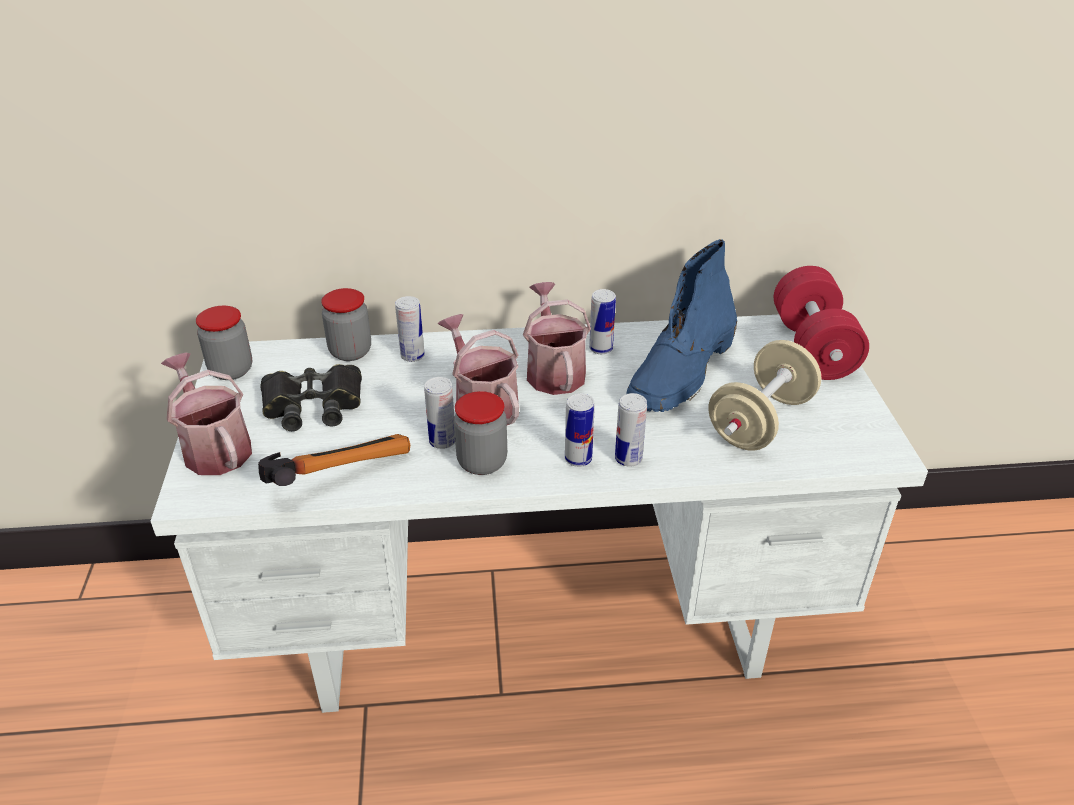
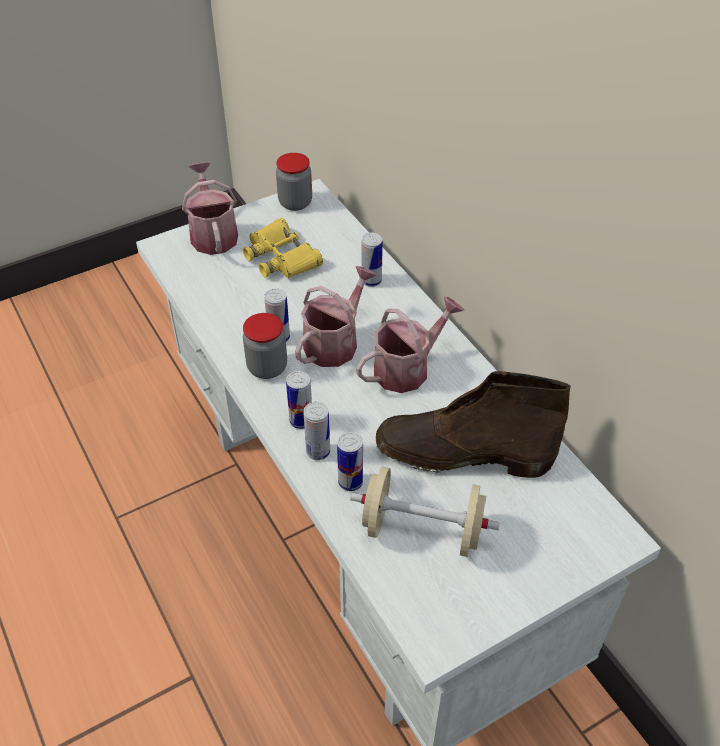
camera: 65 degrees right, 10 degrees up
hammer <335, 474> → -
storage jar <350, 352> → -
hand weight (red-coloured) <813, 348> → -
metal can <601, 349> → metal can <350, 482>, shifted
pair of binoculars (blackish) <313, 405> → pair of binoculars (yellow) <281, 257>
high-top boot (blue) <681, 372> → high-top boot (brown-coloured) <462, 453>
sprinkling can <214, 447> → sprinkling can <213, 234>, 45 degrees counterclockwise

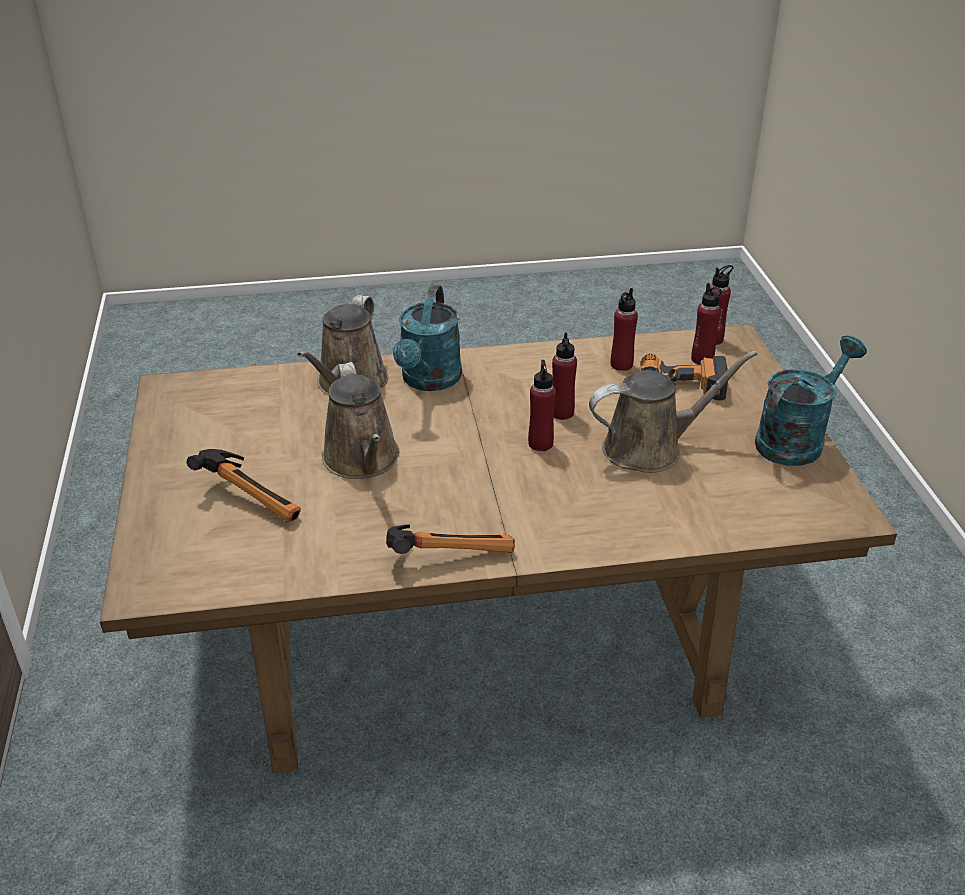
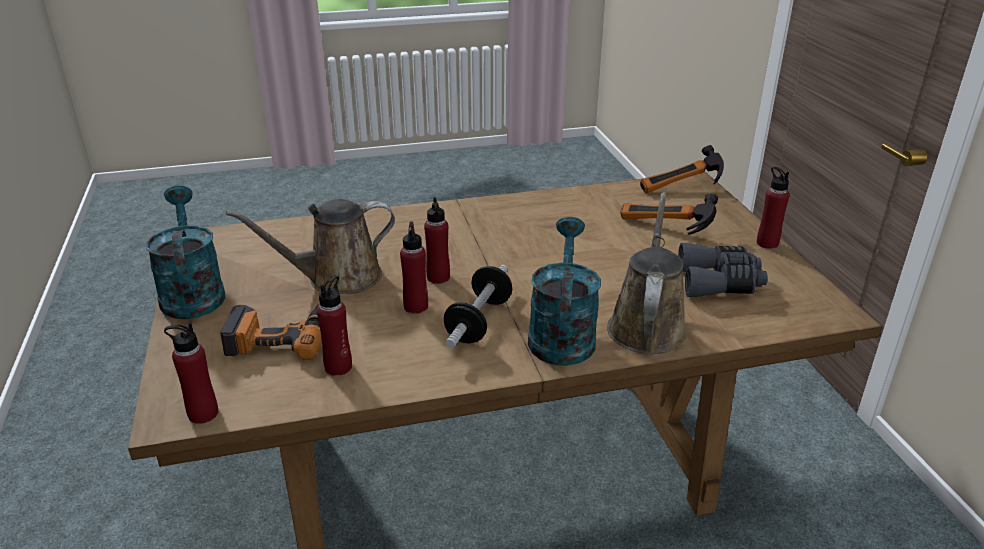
camera: 175 degrees right, 5 degrees down
sprinkling can (brown-coloured) <363, 460> → -
- → hand weight <479, 321>
- → pair of binoculars (grey) <719, 282>
hammer <449, 554> → hammer <682, 189>, shifted
drink bottle (red-coloured) <702, 359> → drink bottle (red-coloured) <767, 243>, shifted
sprinkling can (turquoise-coloured) <796, 439> → sprinkling can (turquoise-coloured) <192, 292>, 120 degrees clockwise

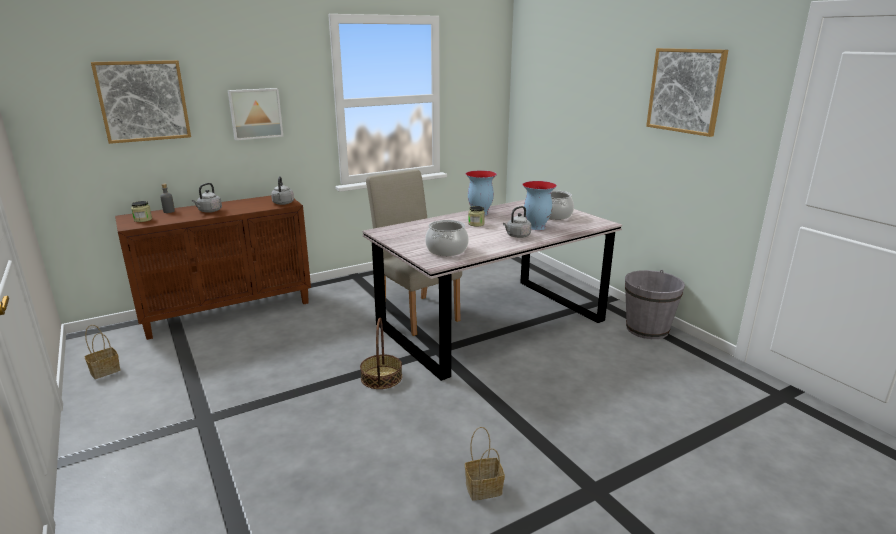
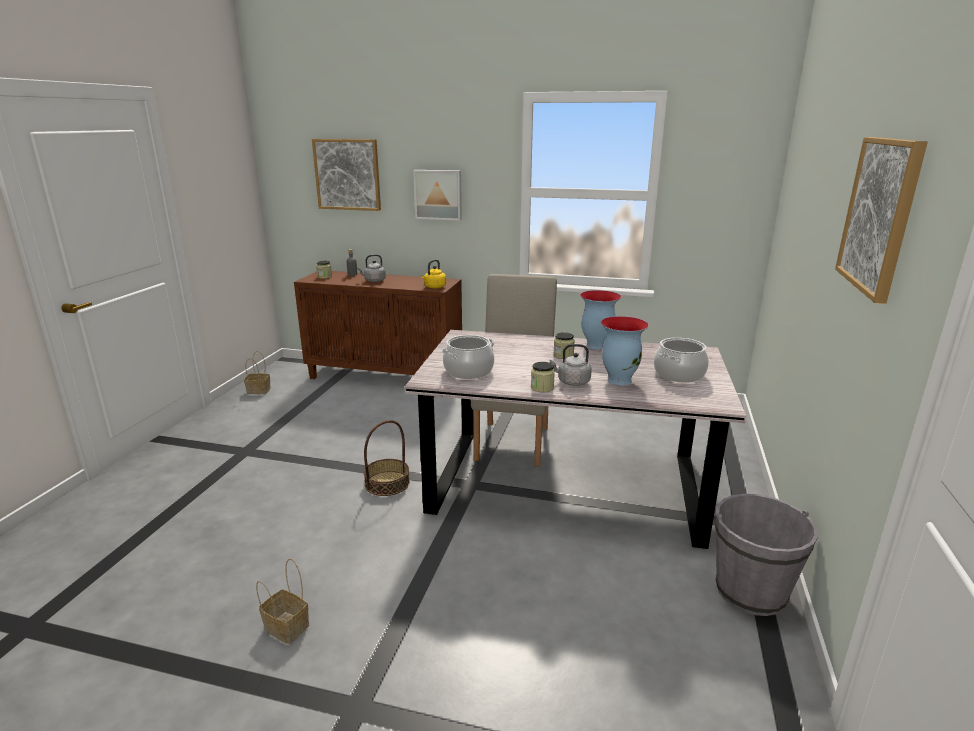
camera: 45 degrees right, 0 degrees up
- → storage jar <542, 388>
tea kettle (grey) <283, 203> → tea kettle (yellow) <434, 287>

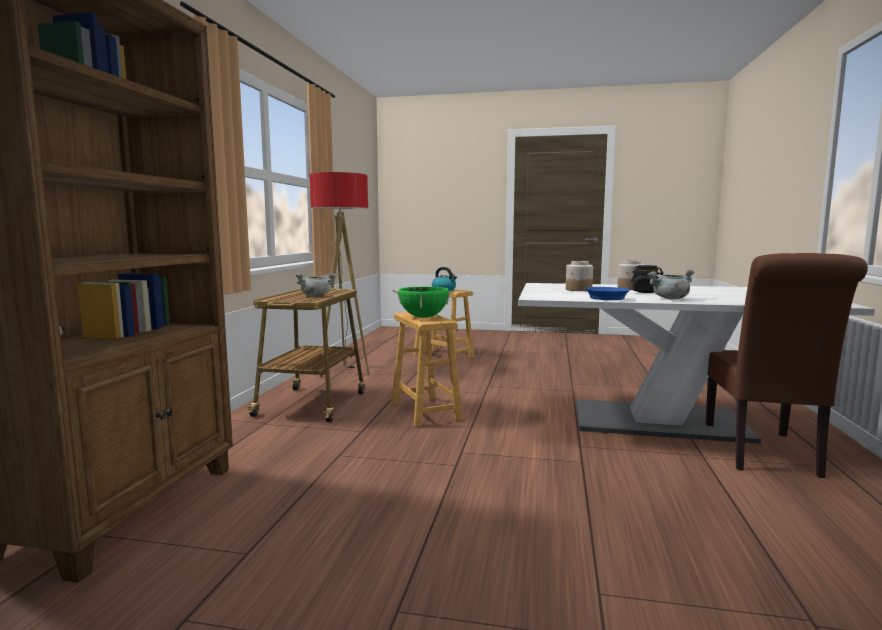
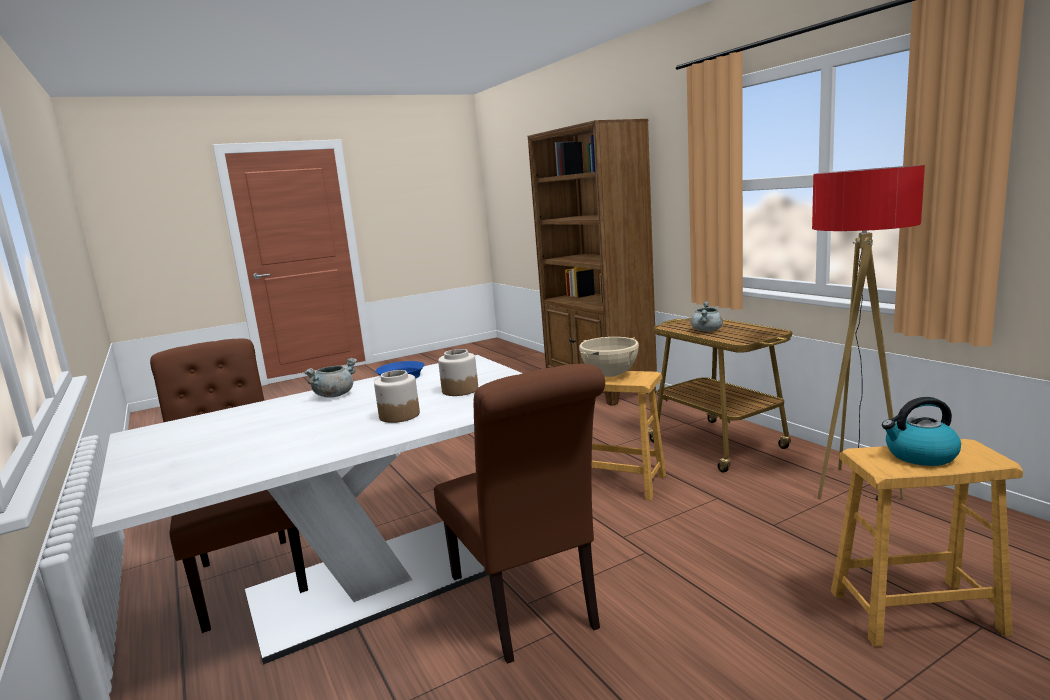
camera: 140 degrees right, 5 degrees up
storage jar (blackish) <646, 292> → -
- → plain chair (brown-coloured) <528, 609>
saucepot (green-coloured) <423, 317> → saucepot (sand-coloured) <610, 375>

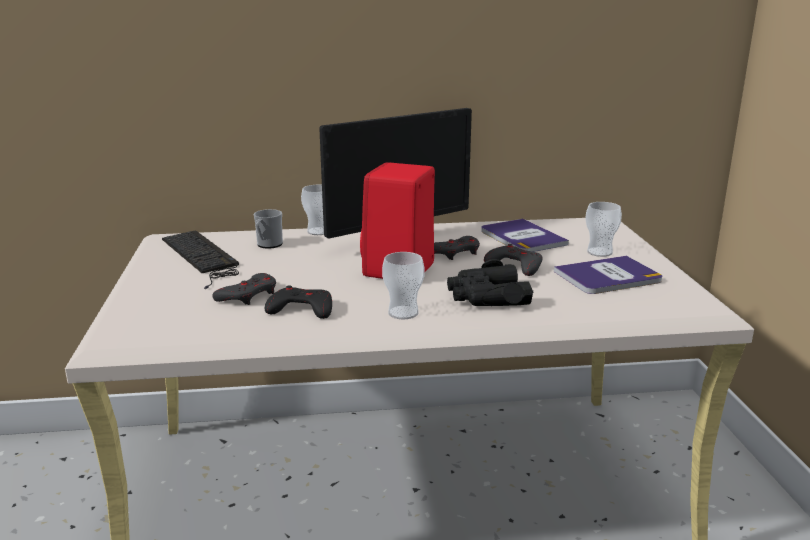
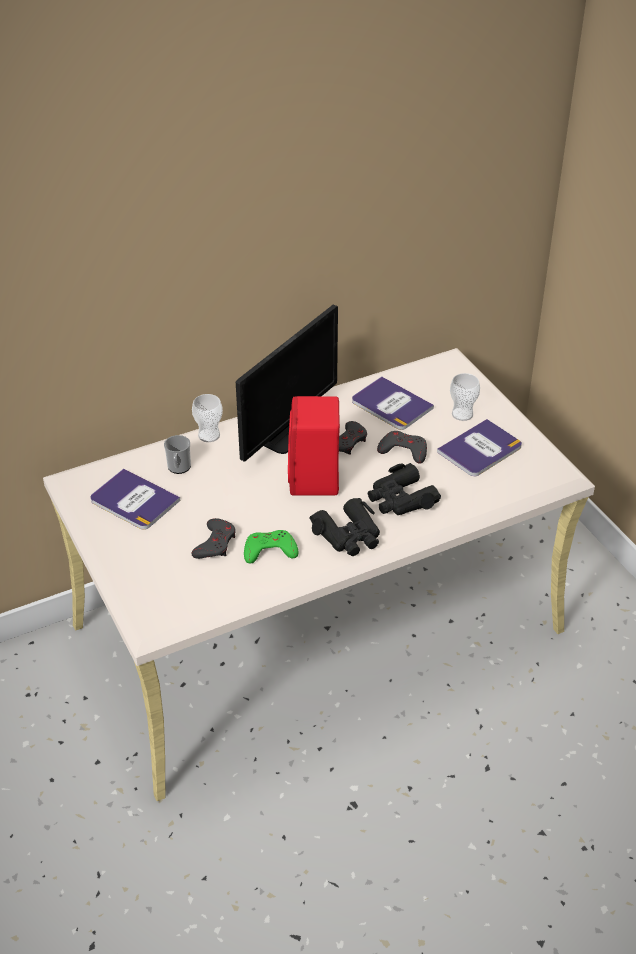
camera: 20 degrees left, 20 degrees up
keyboard <202, 257> → volume <134, 501>
small cup <403, 313> → pair of binoculars (blackish) <349, 535>
game controller (blackish) <301, 309> → game controller (green-coloured) <269, 550>

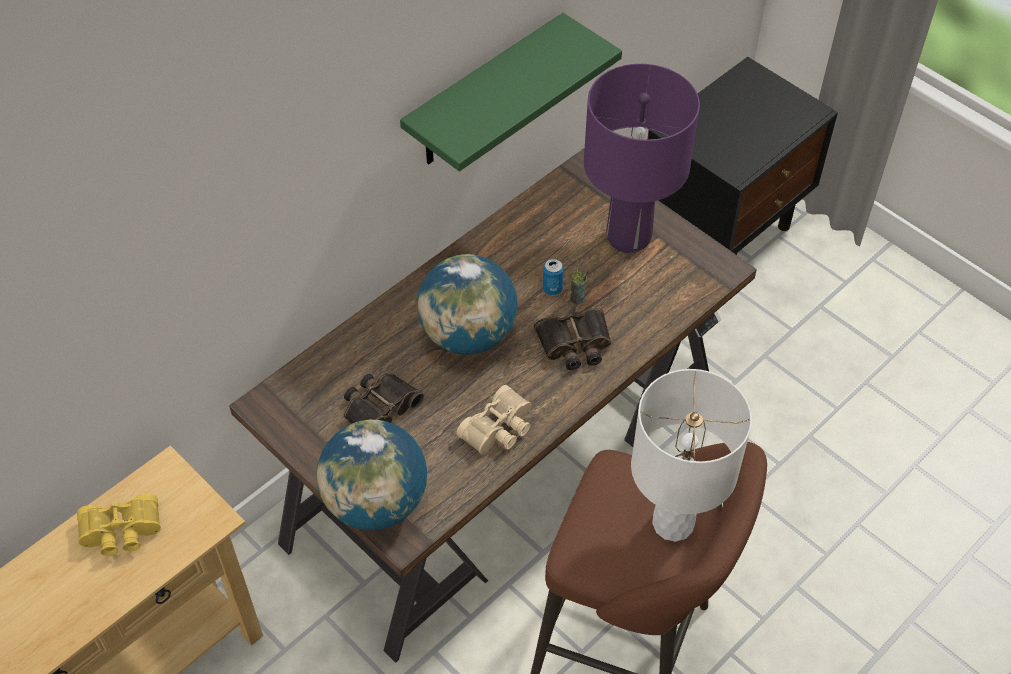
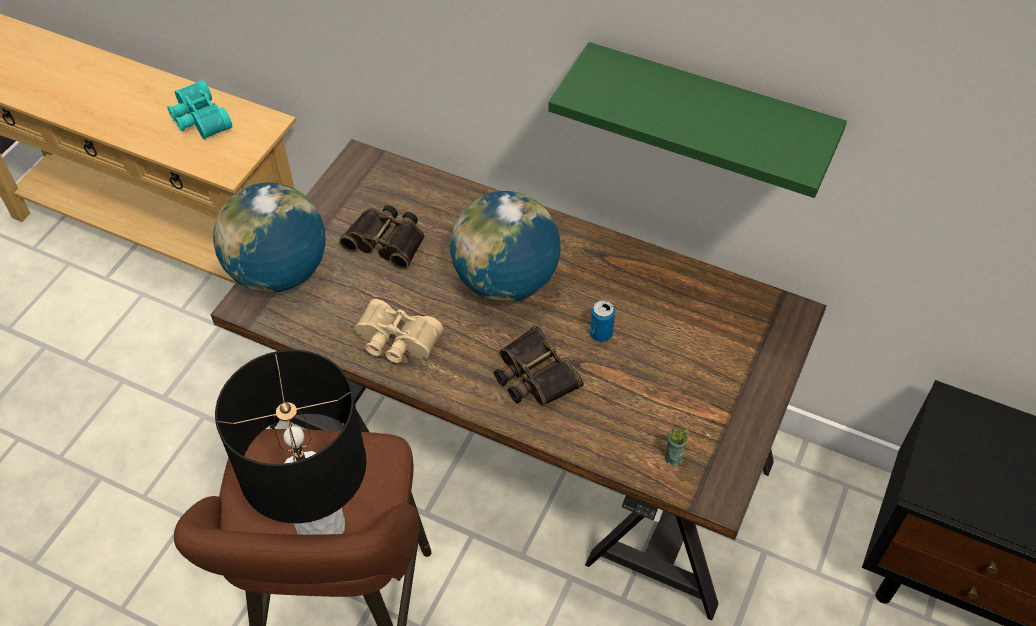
camera: 70 degrees right, 0 degrees up
table lamp (purple) <629, 237> → -
small cup <577, 299> → small cup <673, 458>, shifted
pair of binoculars (yellow) <122, 533> → pair of binoculars (turquoise-coloured) <198, 120>
table lamp (whitish) <673, 524> → table lamp (blackish) <320, 527>

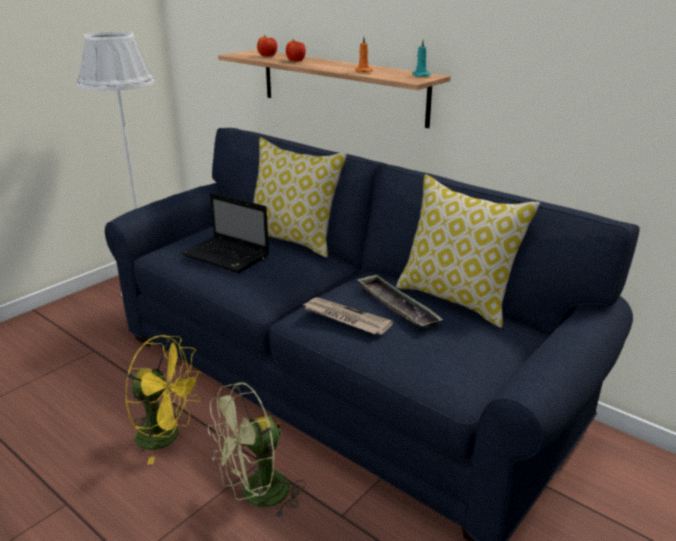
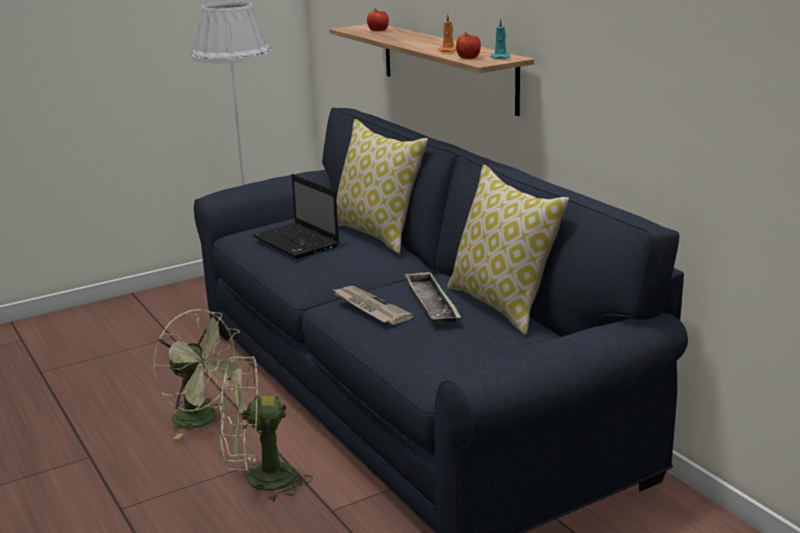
camera: 20 degrees right, 5 degrees down
apple fruit <296, 60> → apple fruit <468, 58>, shifted
fan (yellow) <167, 437> → fan (green-coloured) <203, 420>

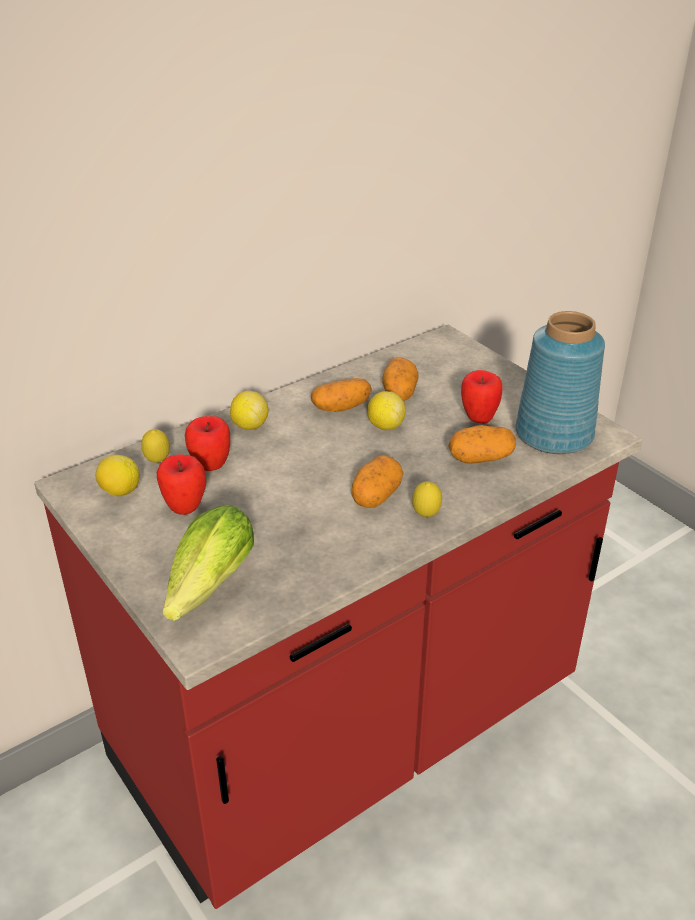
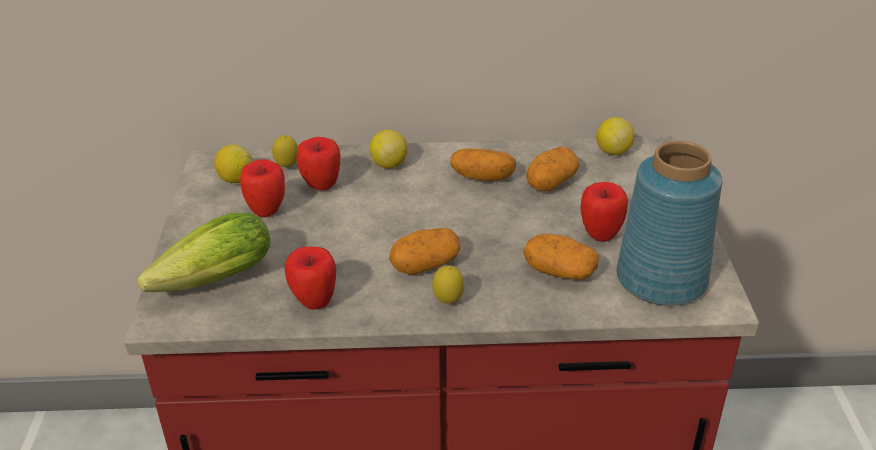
camera: 35 degrees right, 0 degrees up
- → apple fruit <314, 302>
whole lemon <385, 425> → whole lemon <613, 151>, shifted

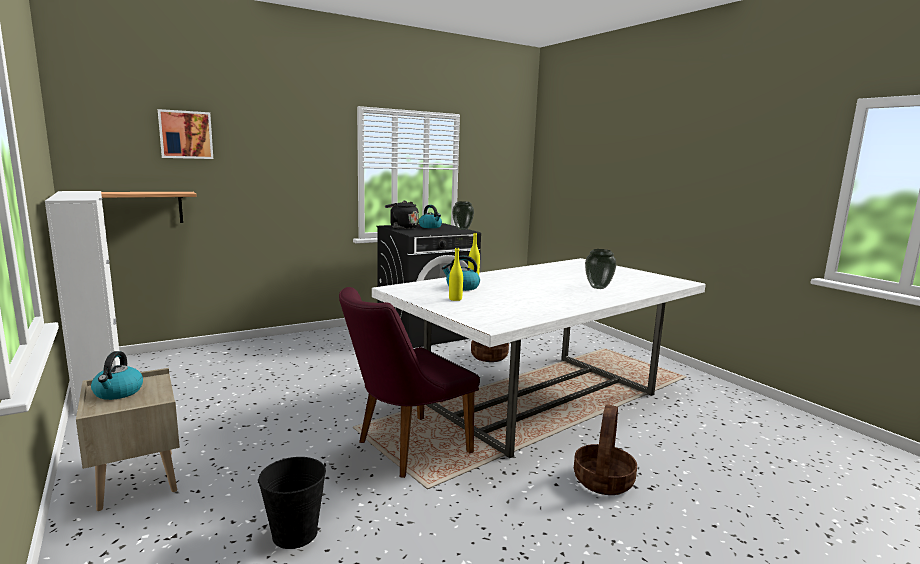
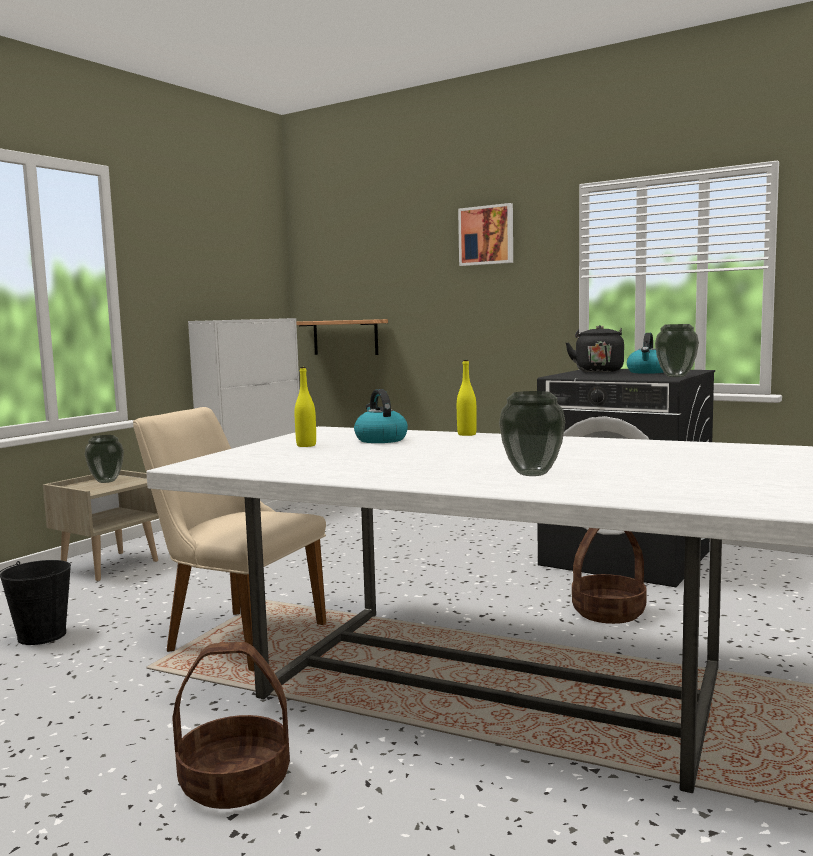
camera: 65 degrees right, 5 degrees down
picture <186, 134> → picture <487, 235>, shifted
tea kettle <118, 392> → vase <107, 481>
plain chair (purple) <404, 449> → plain chair (sand-coloured) <234, 635>

